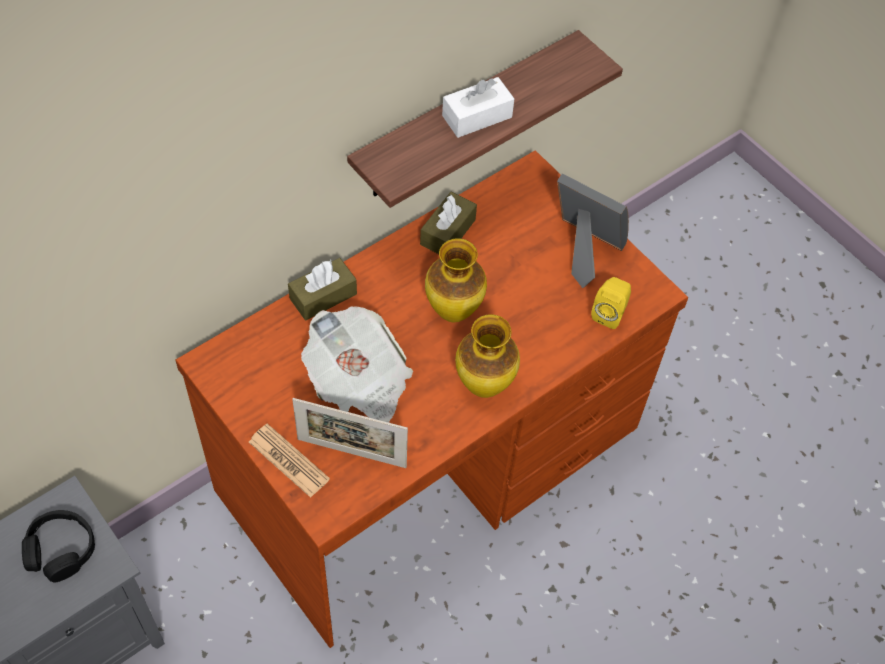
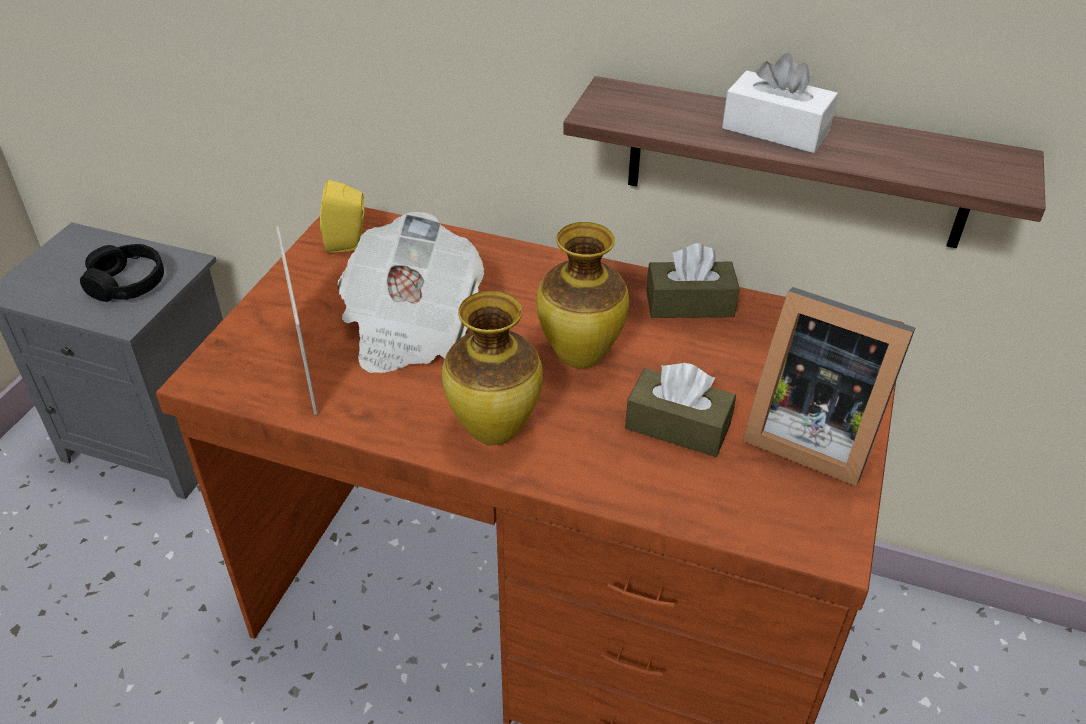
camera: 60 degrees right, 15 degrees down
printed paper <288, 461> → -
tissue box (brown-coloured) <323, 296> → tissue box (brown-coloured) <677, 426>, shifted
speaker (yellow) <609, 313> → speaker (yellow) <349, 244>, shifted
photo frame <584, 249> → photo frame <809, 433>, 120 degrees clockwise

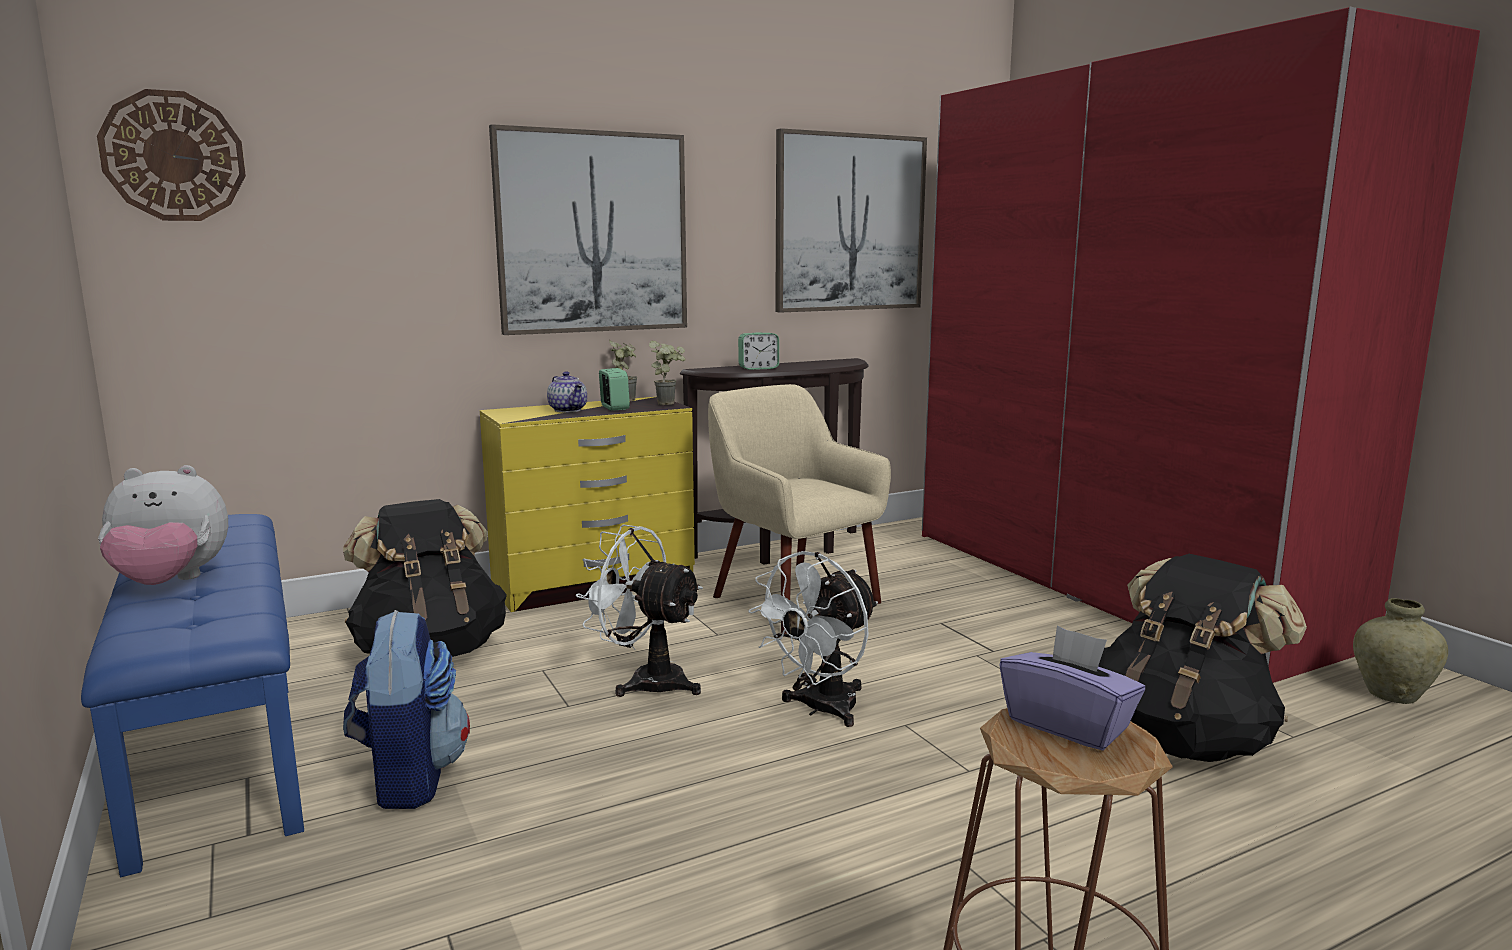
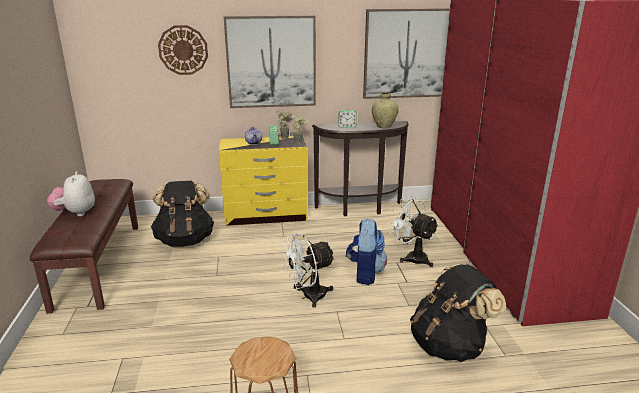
camera: 20 degrees right, 10 degrees up
armchair (sand-coloured) <793, 599> → -
tissue box (purple) <1068, 725> → -
wall clock <173, 156> → wall clock <183, 50>, shifted
knapsack <409, 778> → knapsack <365, 273>, shifted
fan (whitish) <646, 681> → fan (whitish) <412, 257>, shifted
vase (sand-coloured) <1391, 694> → vase (sand-coloured) <384, 126>, shifted
long seat (blue) <216, 735> → long seat (brown-coloured) <98, 264>
plush toy <170, 583> → plush toy <75, 213>, 75 degrees clockwise

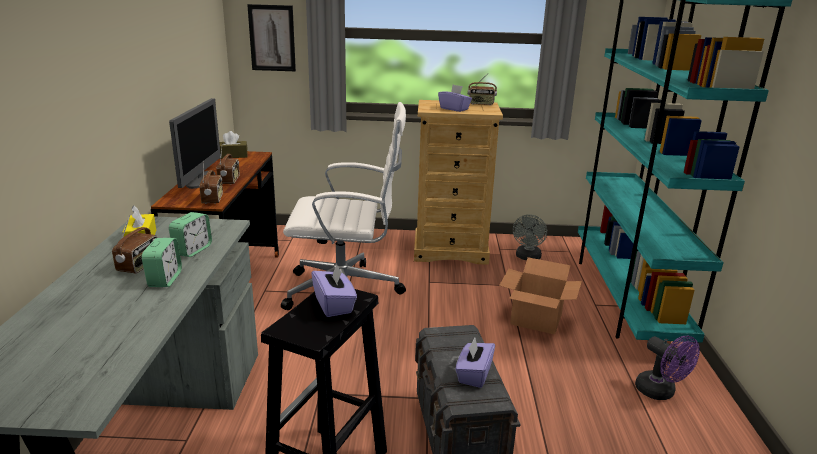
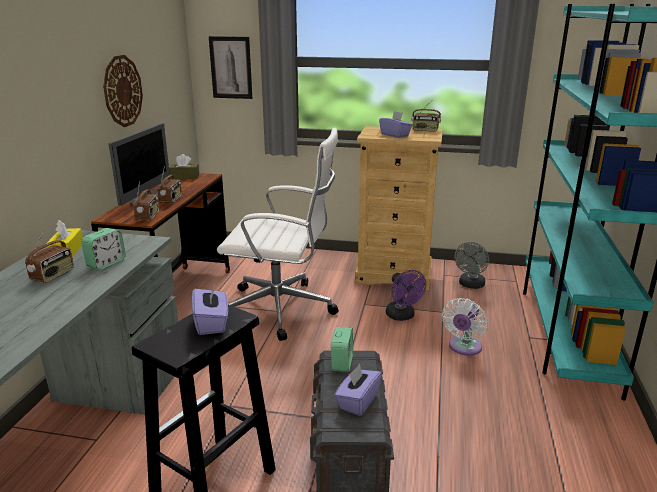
camera: 10 degrees right, 0 degrees up
- → wall clock <122, 91>
bedside clock <165, 279> → bedside clock <342, 363>, shifted
fan (purple) <660, 392> → fan (purple) <402, 316>, shifted
cardboard box <537, 319> → fan (whitish) <463, 348>

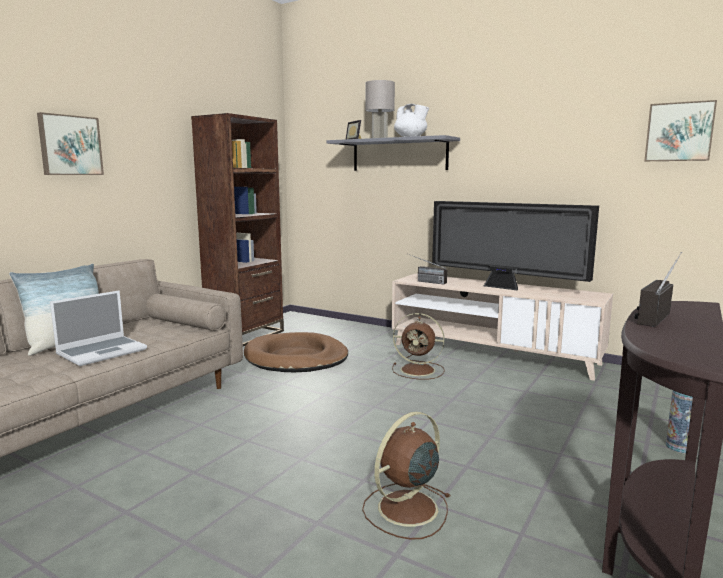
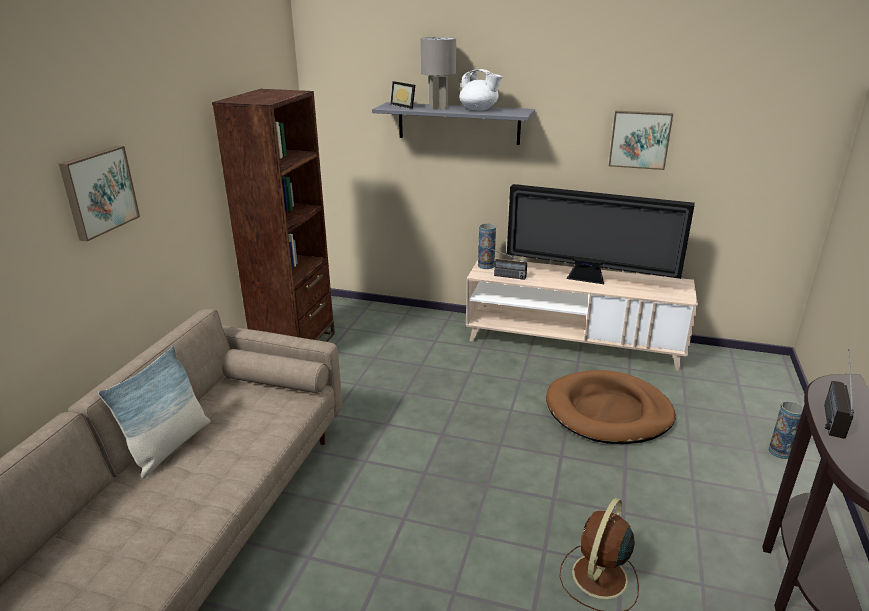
camera: 15 degrees left, 15 degrees up
portable computer <102, 352> → -
fan (brown-coloured) <419, 370> → -
- → vase <486, 265>
dog cushion (brown-coloured) <296, 358> → dog cushion (brown-coloured) <608, 412>, shifted
picture <679, 132> → picture <639, 139>, shifted

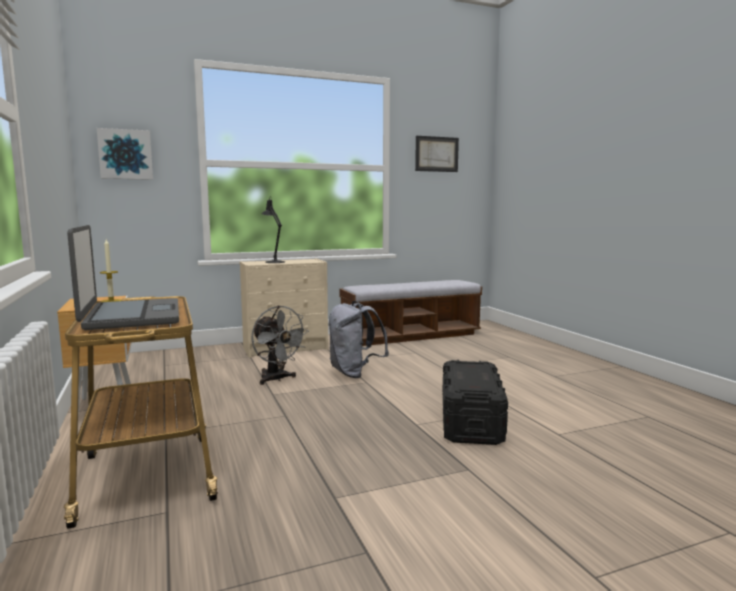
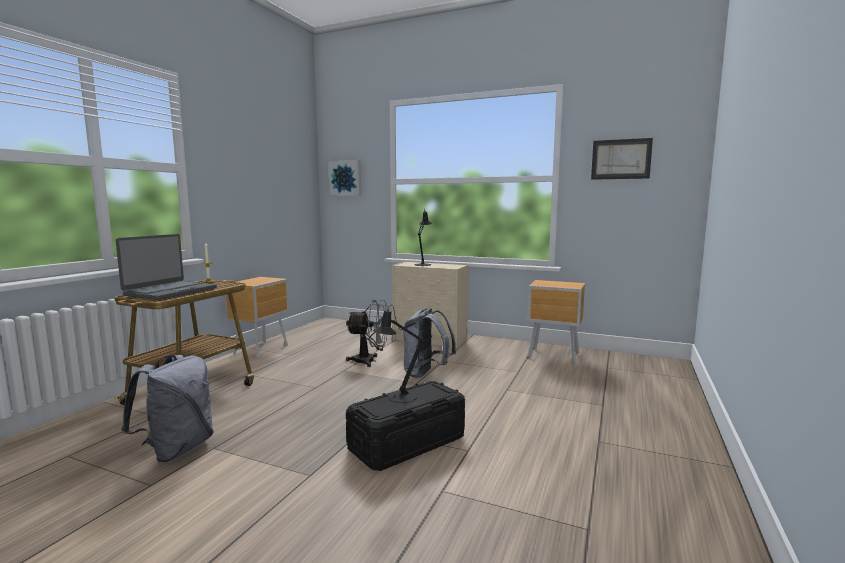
camera: 45 degrees right, 0 degrees up
- → knapsack (grey) <177, 449>
- → table lamp (blackish) <398, 397>
long seat <411, 336> → night table (brown-coloured) <554, 356>
fan (grey) <276, 379> → fan (grey) <370, 361>, 90 degrees counterclockwise

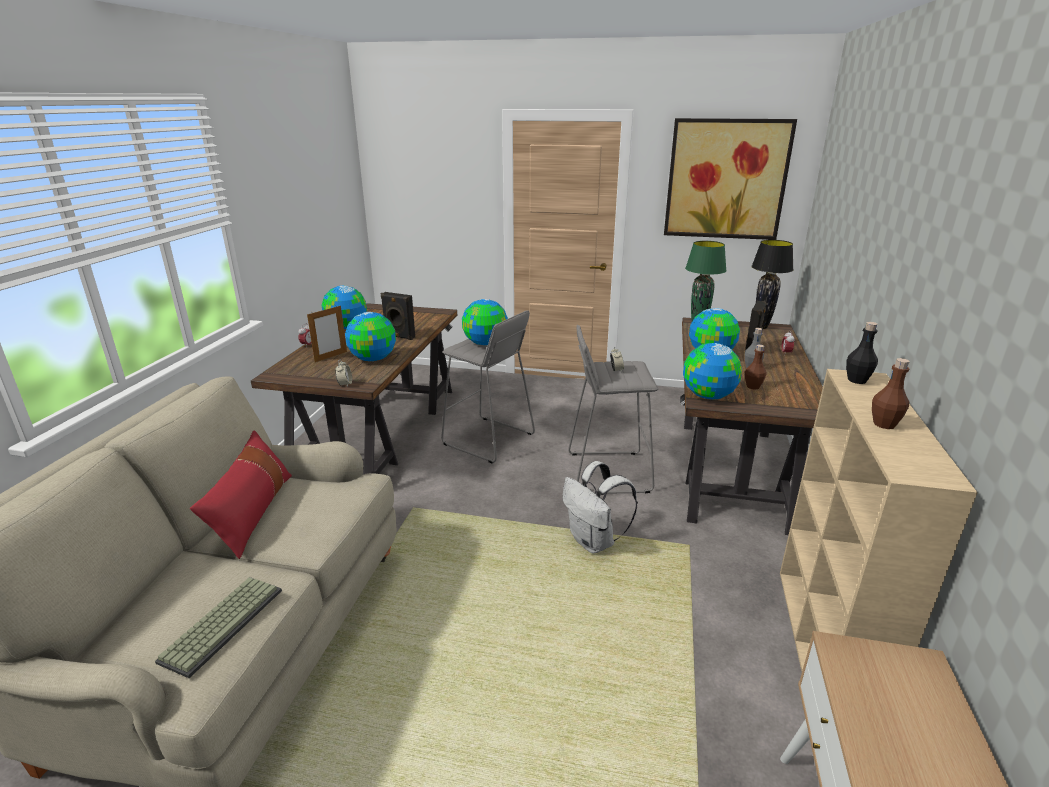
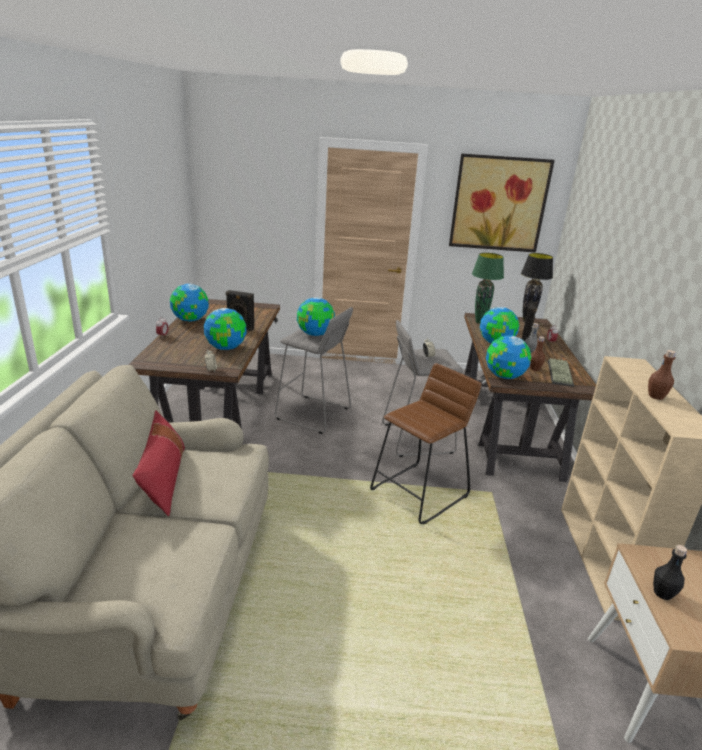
camera: 10 degrees left, 0 degrees up
photo frame <331, 356> → -
keyboard <222, 623> → keyboard <558, 372>, shifted
drink bottle (blackish) <857, 380> → drink bottle (blackish) <662, 593>, shifted
knapsack (whitish) <594, 542> → sitting stool (brown-coloured) <419, 493>

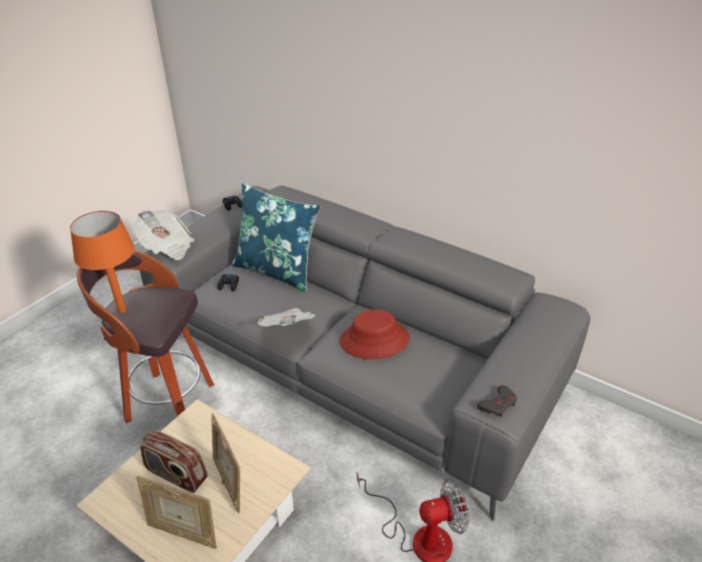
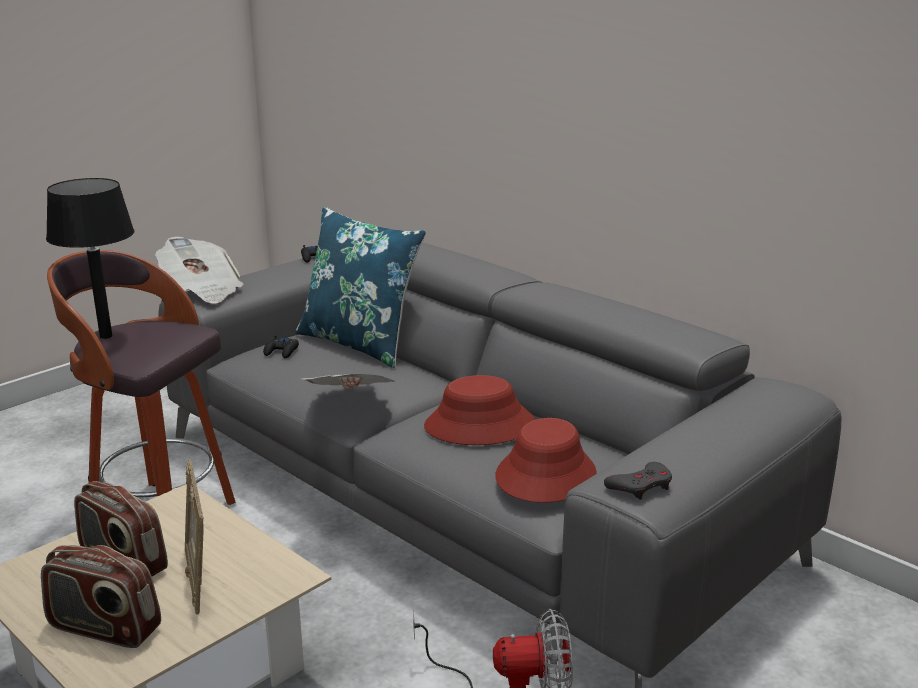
camera: 10 degrees right, 15 degrees down
- → hat (red-coloured) <545, 475>
photo frame <183, 532> → radio set <104, 628>
table lamp (orangey) <122, 310> → table lamp (blackish) <105, 336>

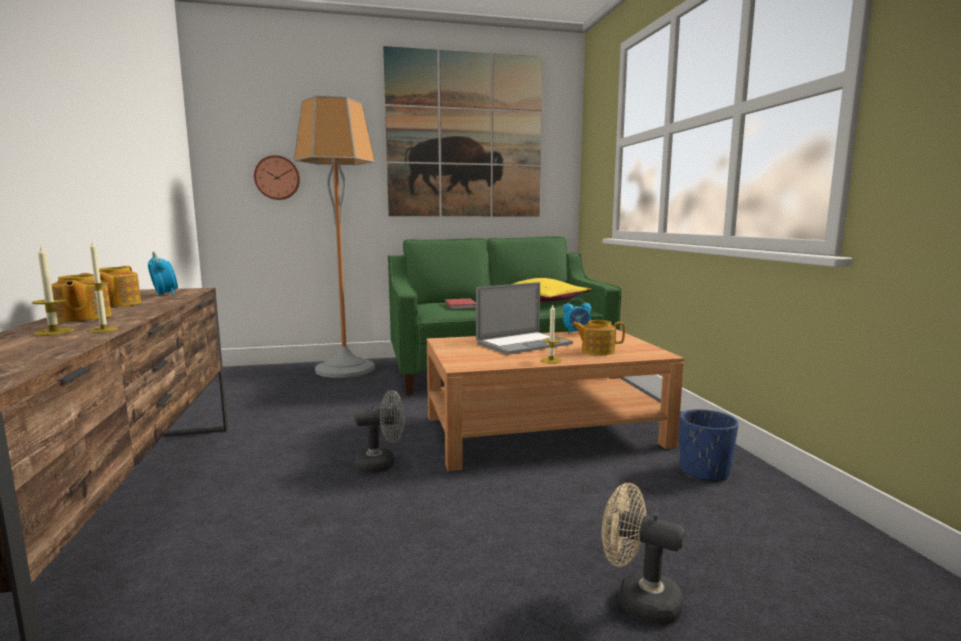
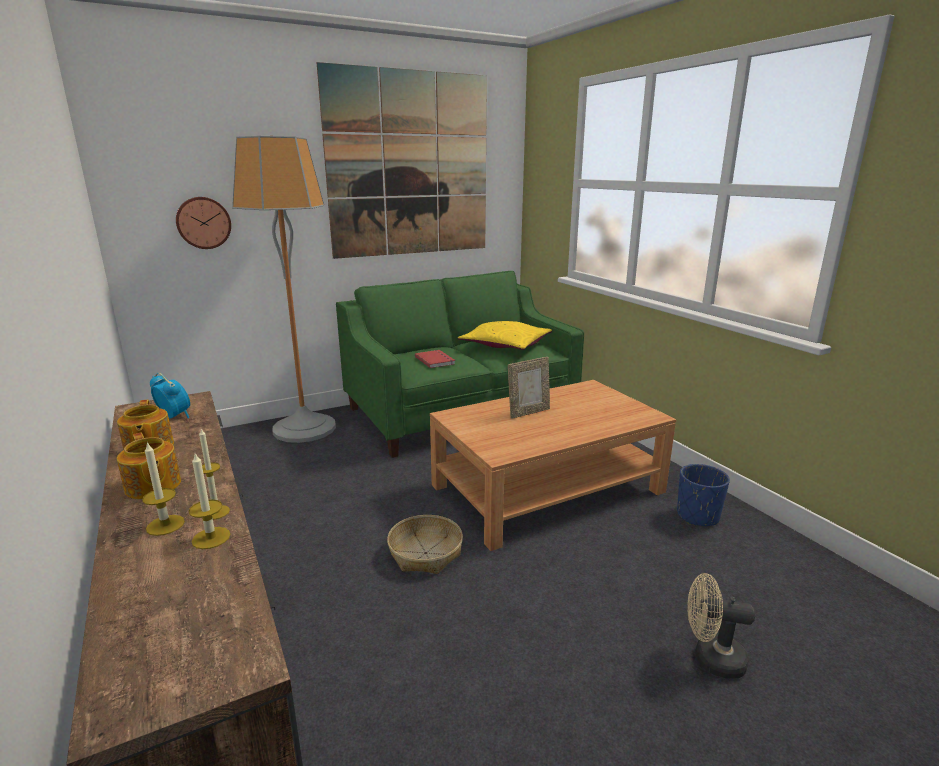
camera: 15 degrees left, 10 degrees up
bedside clock <577, 332> → -
tea pot <597, 351> → -
wax light <551, 360> → wax light <211, 538>, shifted
fan (grey) <381, 464> → basket <425, 553>
portable computer <524, 343> → photo frame <528, 412>

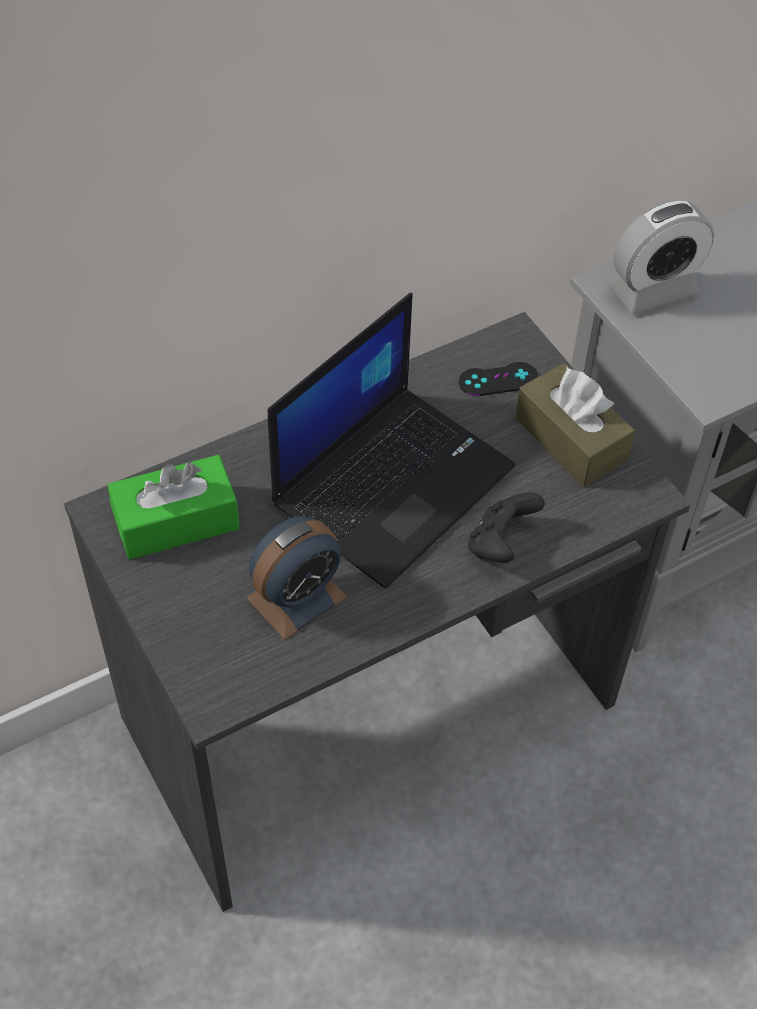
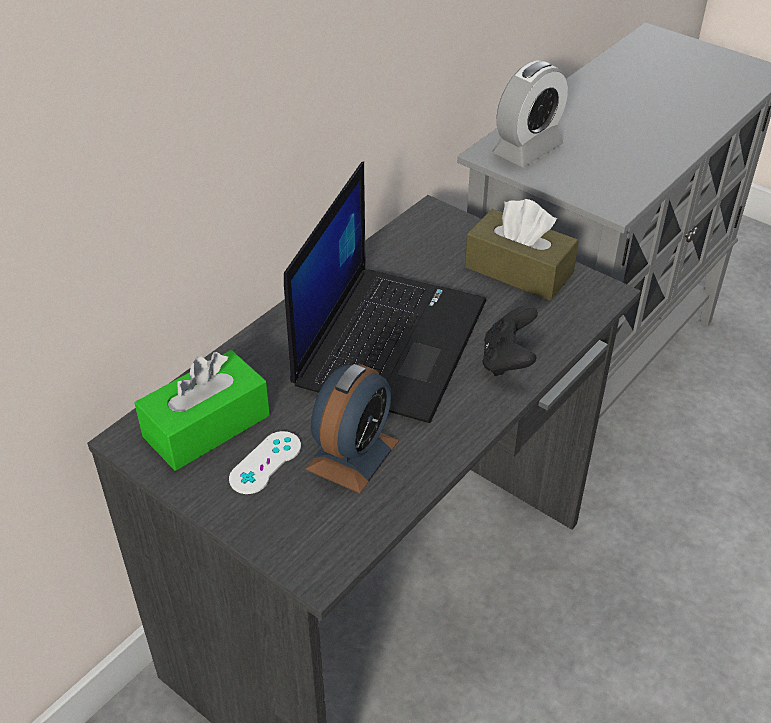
camera: 20 degrees left, 10 degrees down
game controller (blackish) <498, 379> → -
- → game controller (whitish) <265, 462>

